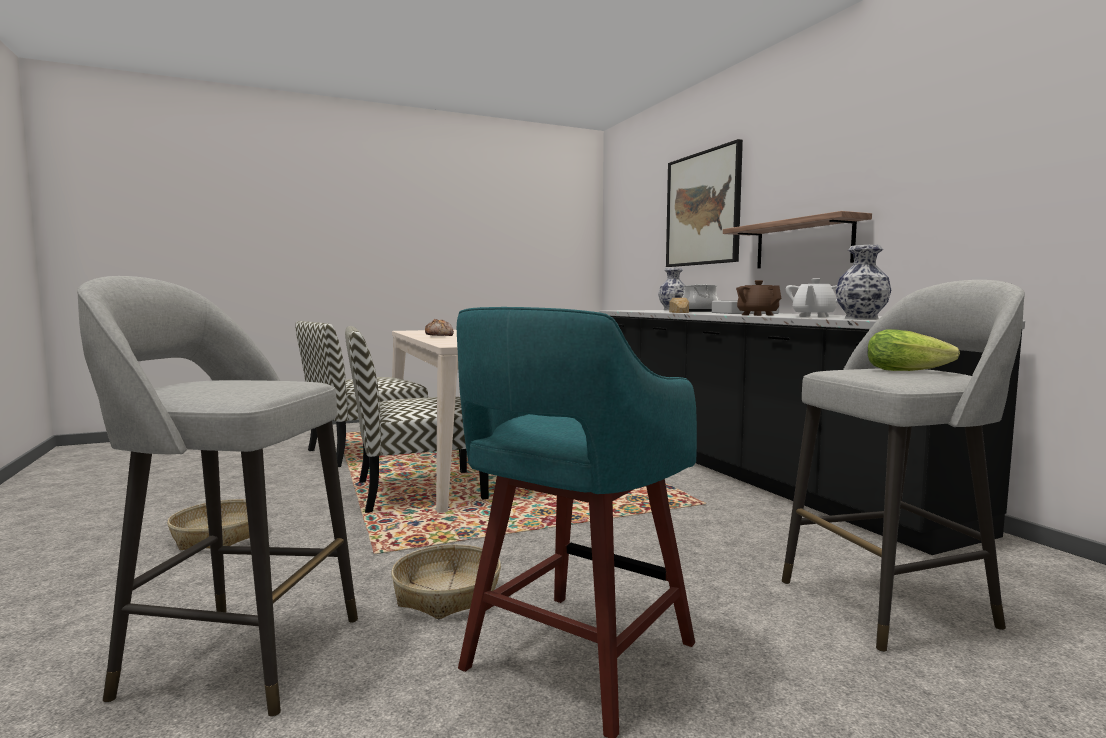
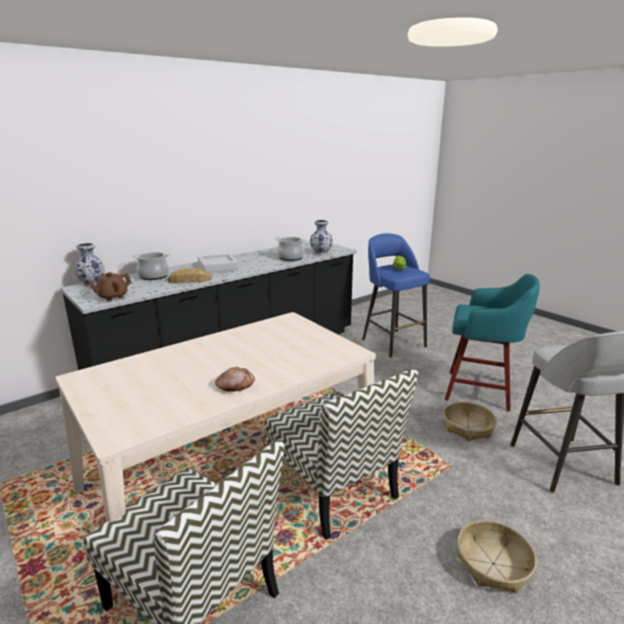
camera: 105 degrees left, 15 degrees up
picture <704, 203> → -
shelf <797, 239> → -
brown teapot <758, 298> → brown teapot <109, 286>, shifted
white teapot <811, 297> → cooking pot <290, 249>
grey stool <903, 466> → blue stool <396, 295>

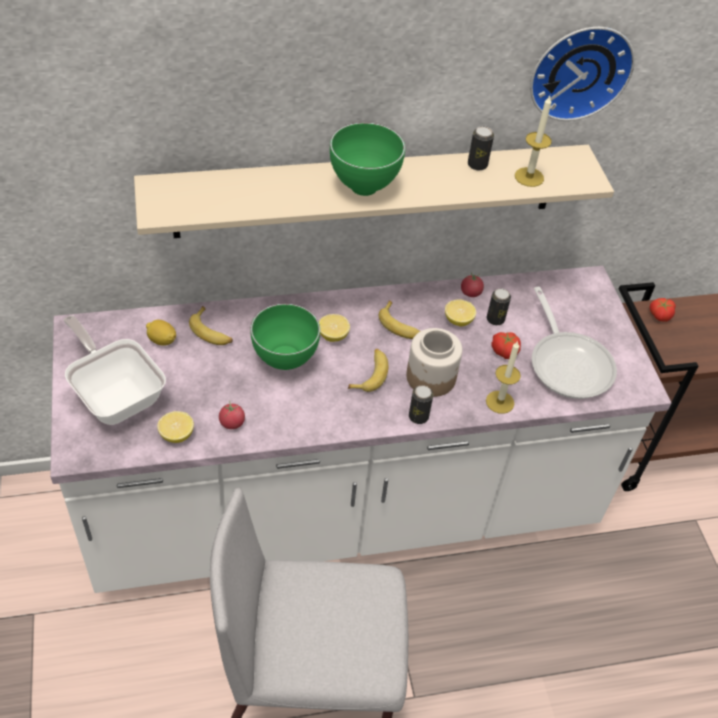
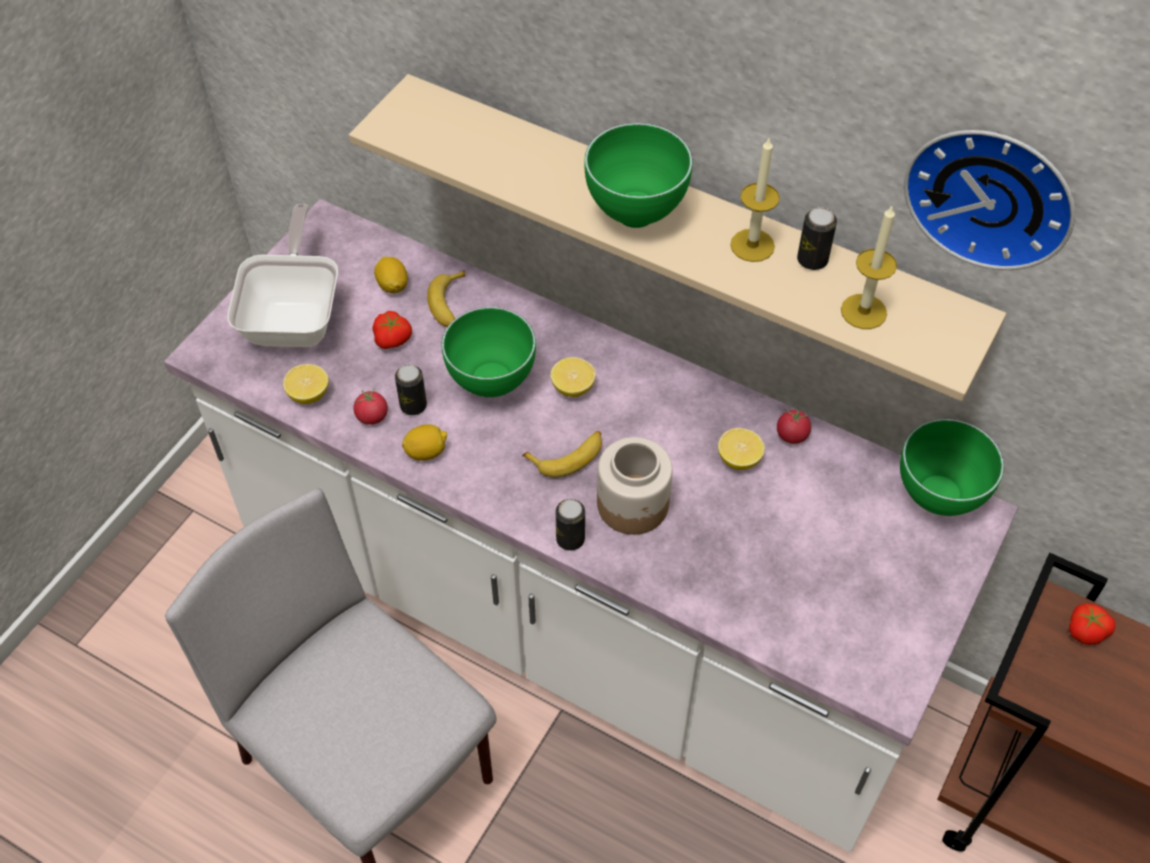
camera: 45 degrees right, 5 degrees up
banana <399, 319> → -
frying pan <574, 343> → -
- → lemon <424, 442>
- → green bowl <952, 467>
candle <503, 377> → candle <755, 200>, shifted
can <499, 306> → can <411, 390>, shifted
tomato <506, 345> → tomato <392, 330>, shifted

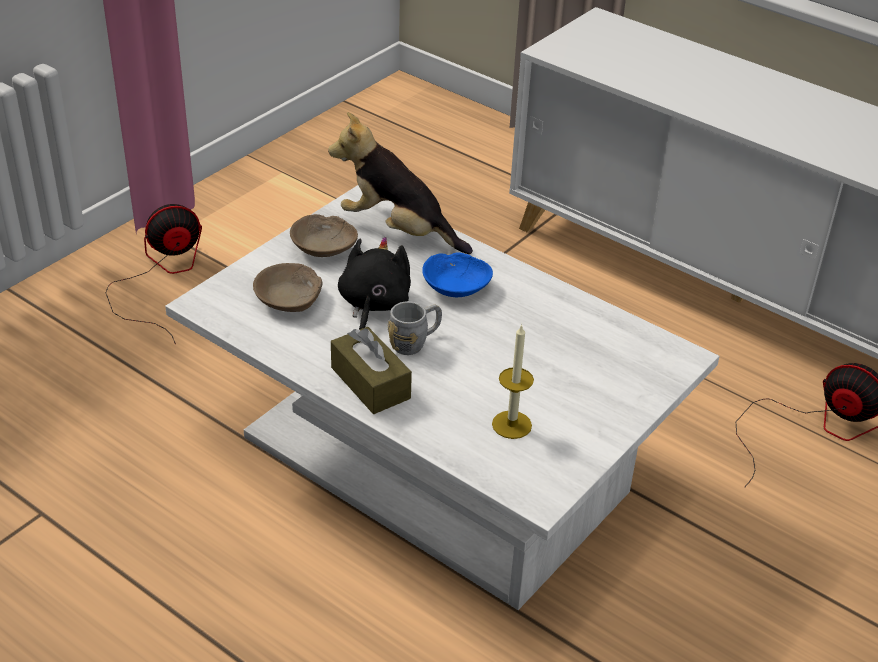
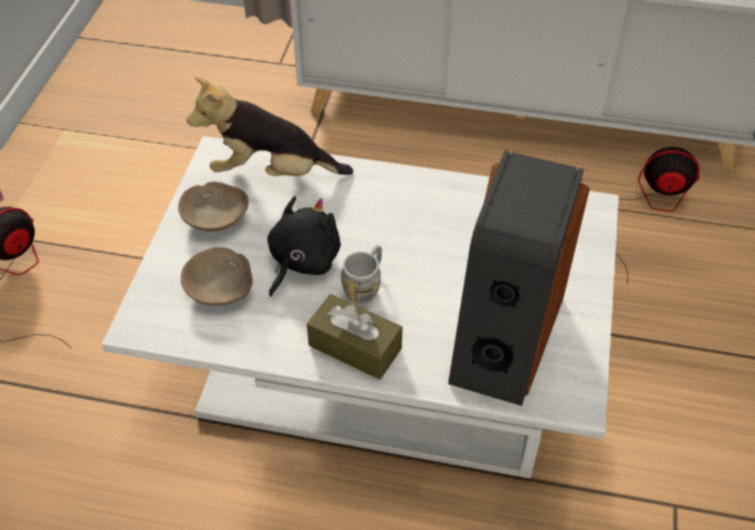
camera: 25 degrees left, 10 degrees up
blue bowl <457, 275> → -
candle <513, 381> → speaker <519, 278>
black plush toy <374, 283> → black plush toy <304, 246>, 45 degrees clockwise

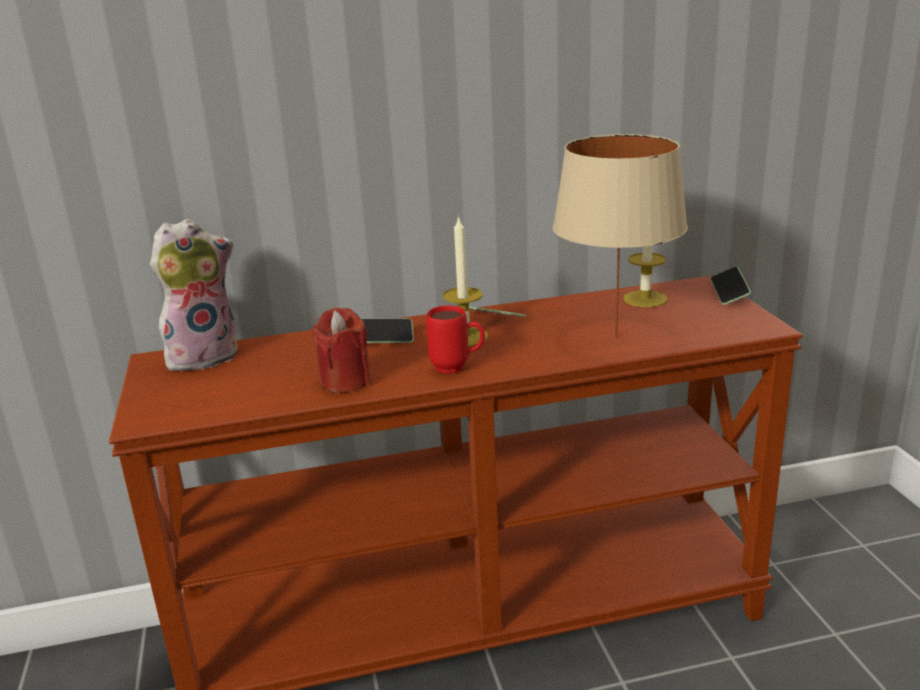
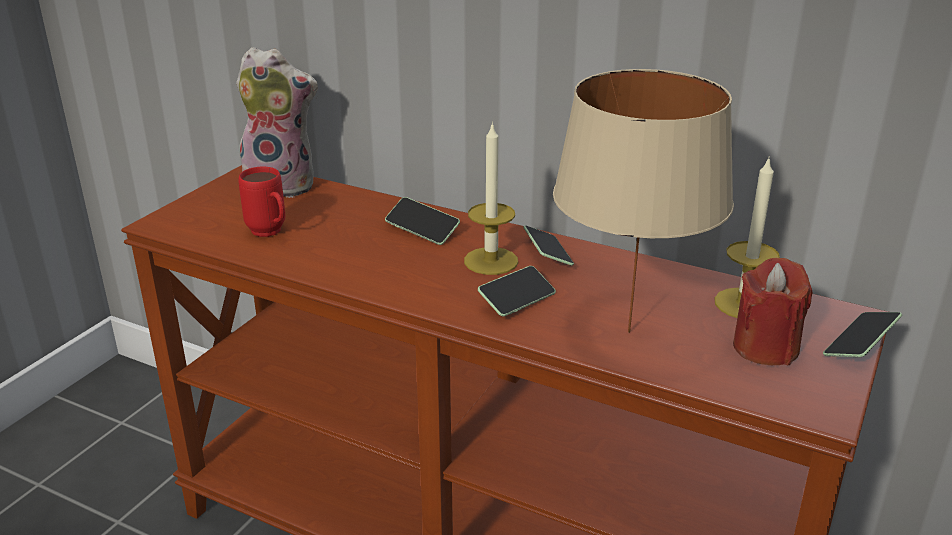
camera: 40 degrees right, 5 degrees up
- → phone <517, 291>
red candle <341, 350> → red candle <772, 311>, shifted
red mug <455, 339> → red mug <261, 202>, shifted

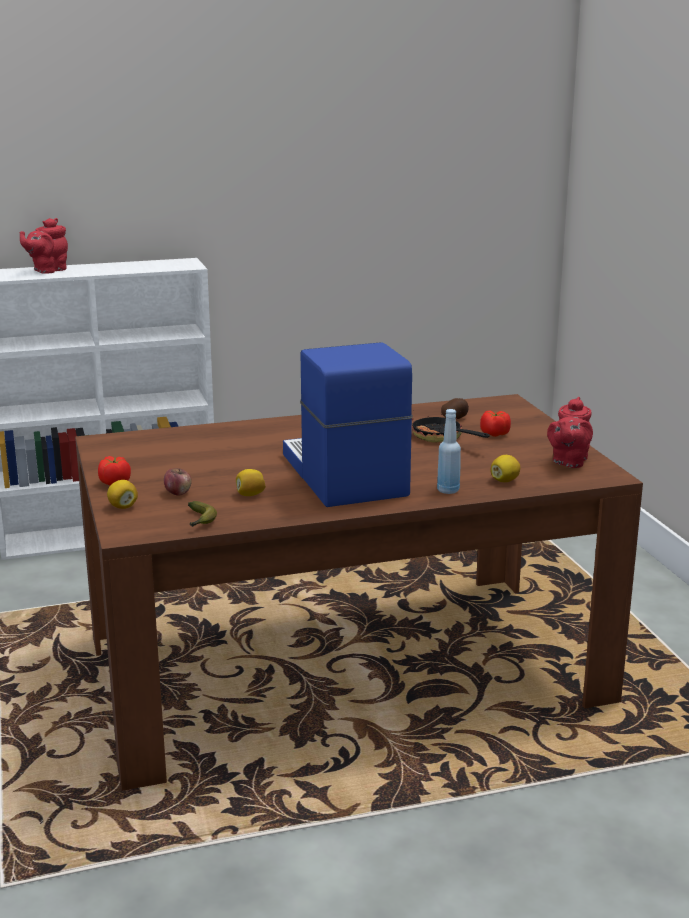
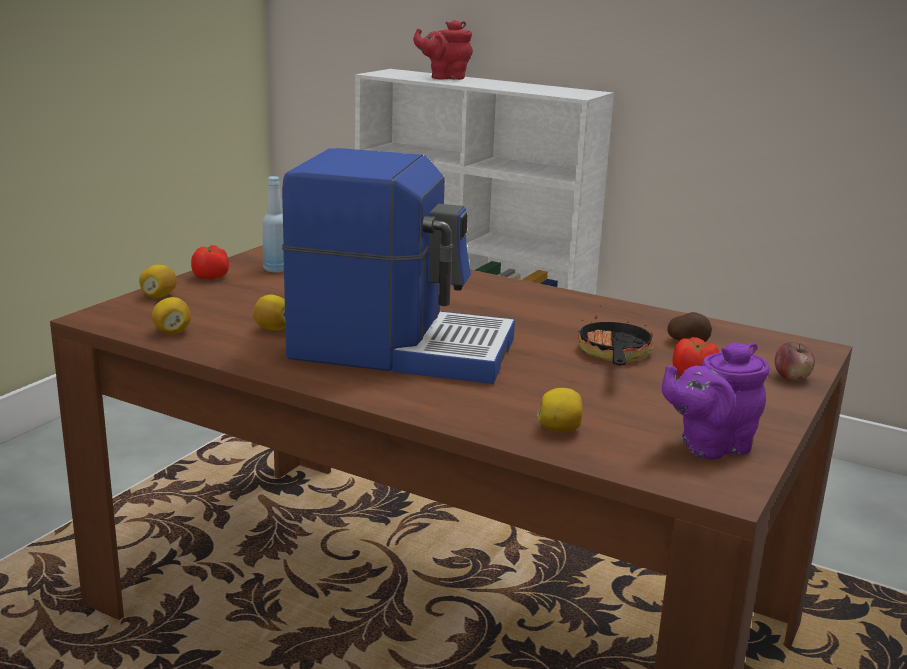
camera: 45 degrees right, 0 degrees up
apple <178, 482> → apple <795, 361>, shifted
blue bottle <449, 451> → blue bottle <273, 224>, shifted
banana <202, 514> → lemon <171, 315>
red teapot <570, 432> → purple teapot <716, 401>
coffee machine <348, 424> → coffee machine <398, 266>, 75 degrees clockwise

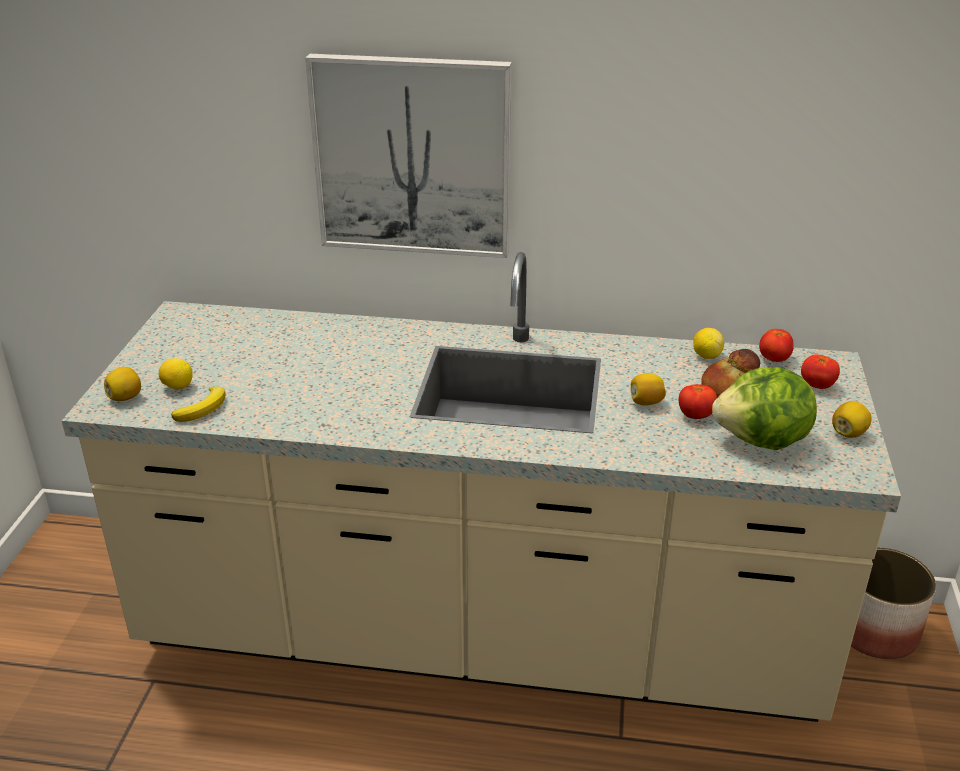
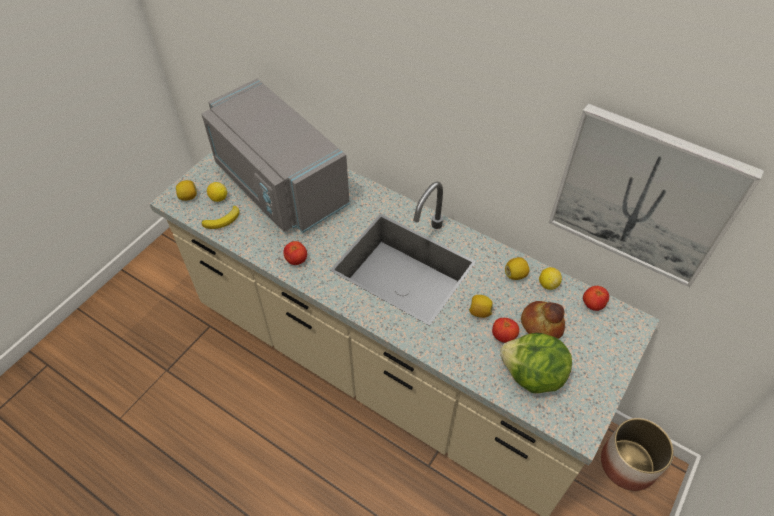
camera: 25 degrees right, 20 degrees up
- → grey microwave <275, 156>
picture <408, 156> → picture <656, 195>, shifted
tomato <820, 371> → tomato <295, 253>, shifted
lemon <852, 419> → lemon <517, 268>, shifted

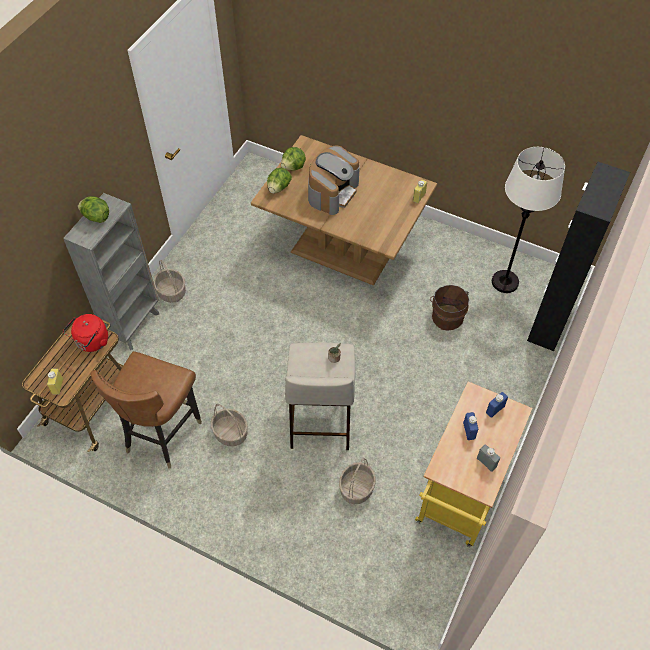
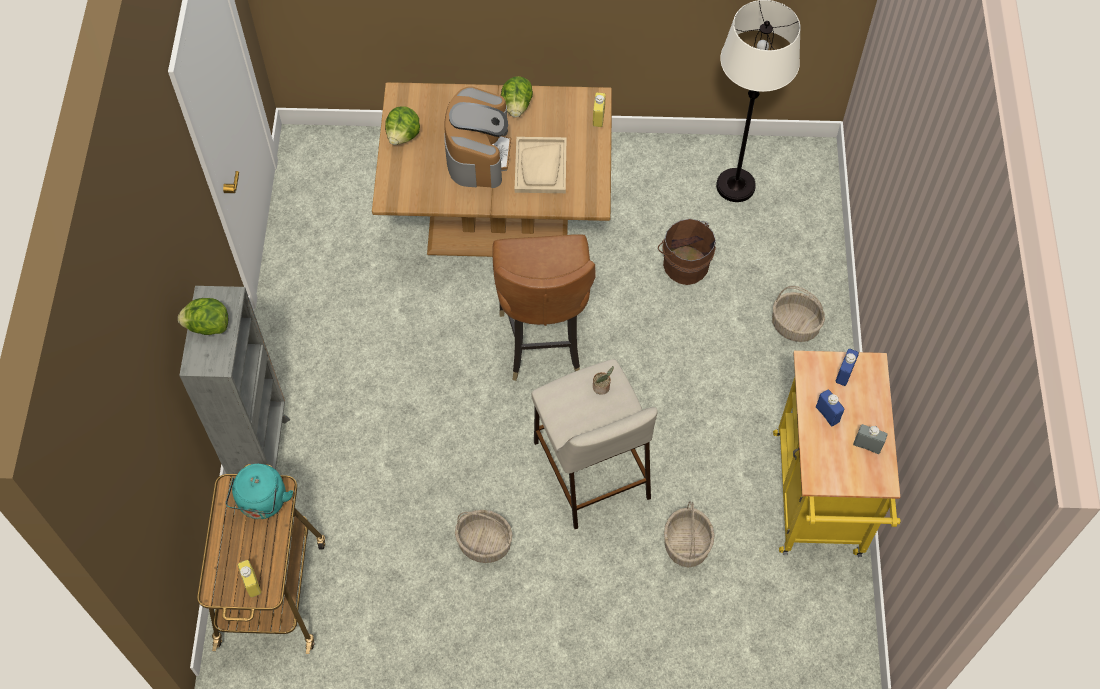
camera: 25 degrees left, 5 degrees up
black cabinet <578, 256> → -
- → beige tray <541, 165>
brown chair <146, 410> → brown chair <543, 307>, shifted
basket <169, 281> → basket <798, 314>, shifted
lettuce <279, 181> → lettuce <517, 96>, shifted
red kettle <85, 333> → turquoise kettle <259, 491>

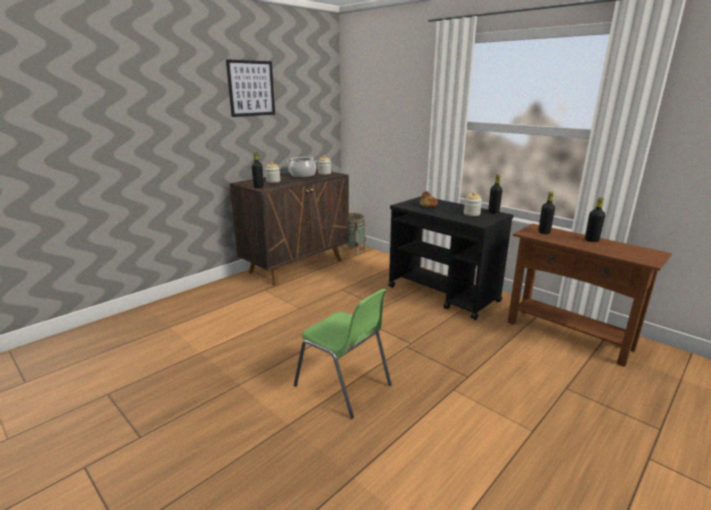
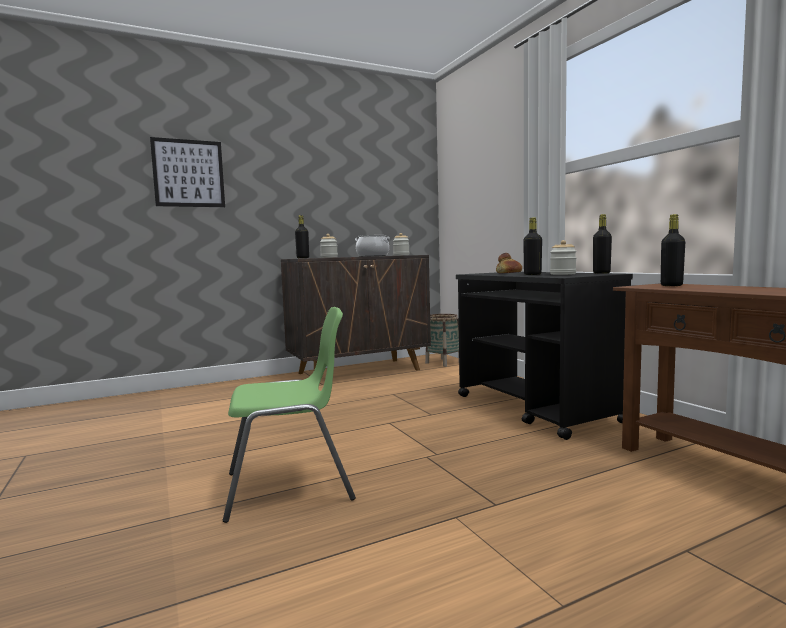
camera: 20 degrees right, 15 degrees down
picture <250, 88> → picture <187, 172>, shifted
black bottle <595, 219> → black bottle <532, 246>, shifted
green chair <343, 354> → green chair <289, 415>, 75 degrees counterclockwise

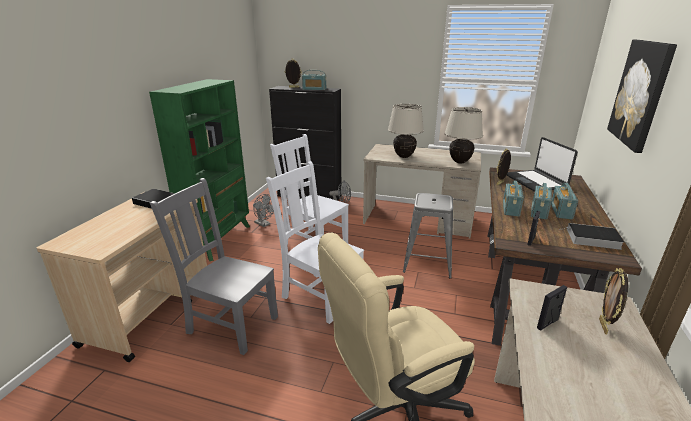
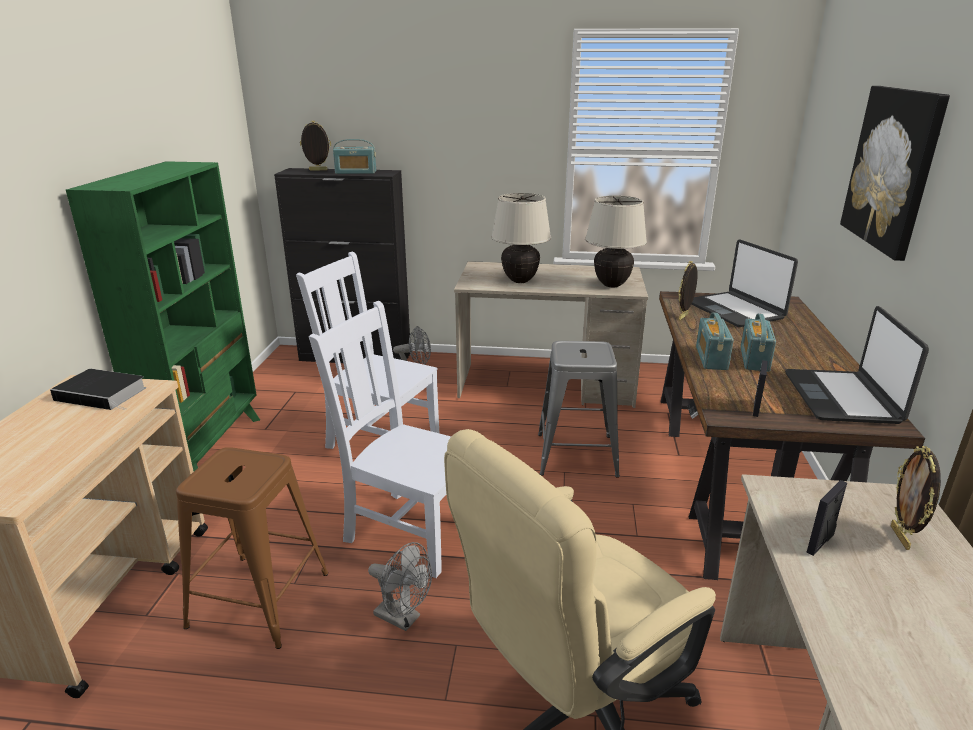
camera: 10 degrees left, 0 degrees up
radio <564, 201> → -
grey fan <263, 210> → grey fan <400, 586>, shifted
grey chair <214, 266> → brown stool <252, 548>
book <591, 236> → laptop <857, 365>

